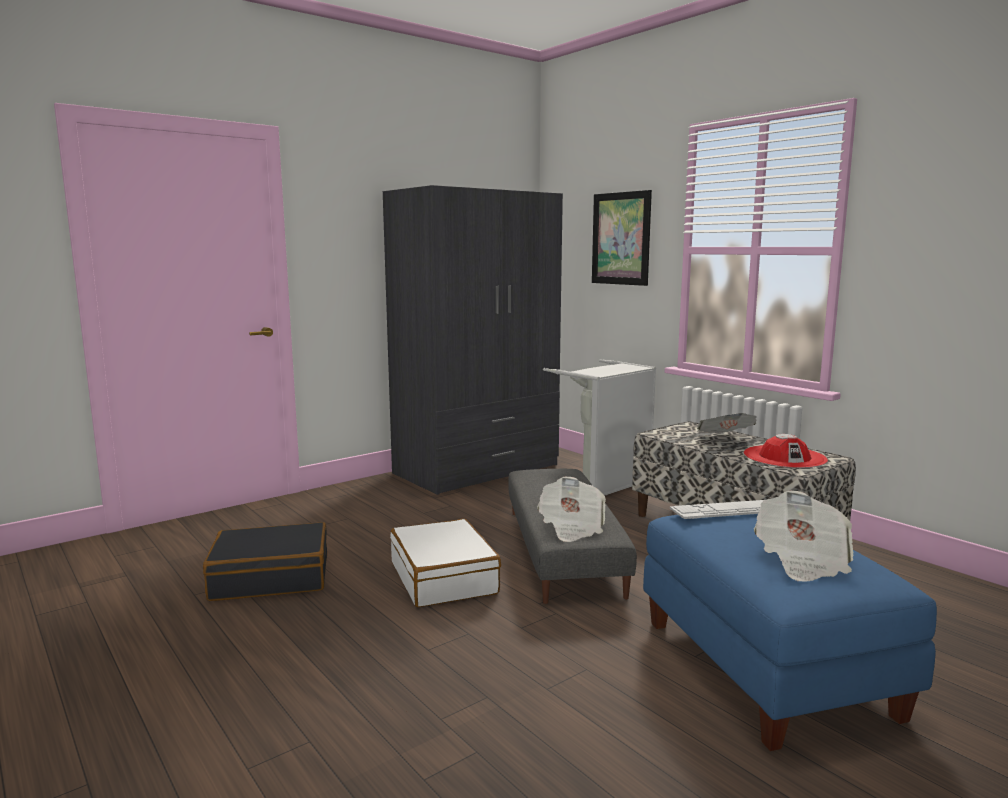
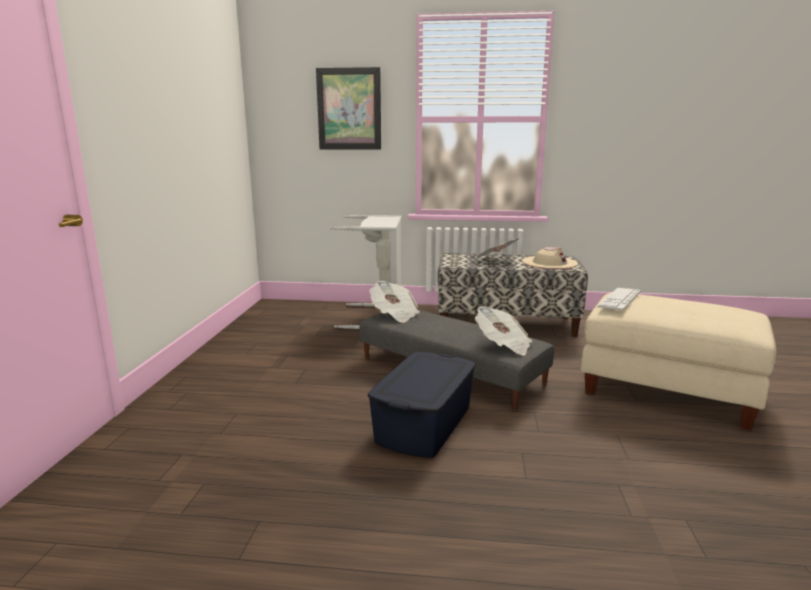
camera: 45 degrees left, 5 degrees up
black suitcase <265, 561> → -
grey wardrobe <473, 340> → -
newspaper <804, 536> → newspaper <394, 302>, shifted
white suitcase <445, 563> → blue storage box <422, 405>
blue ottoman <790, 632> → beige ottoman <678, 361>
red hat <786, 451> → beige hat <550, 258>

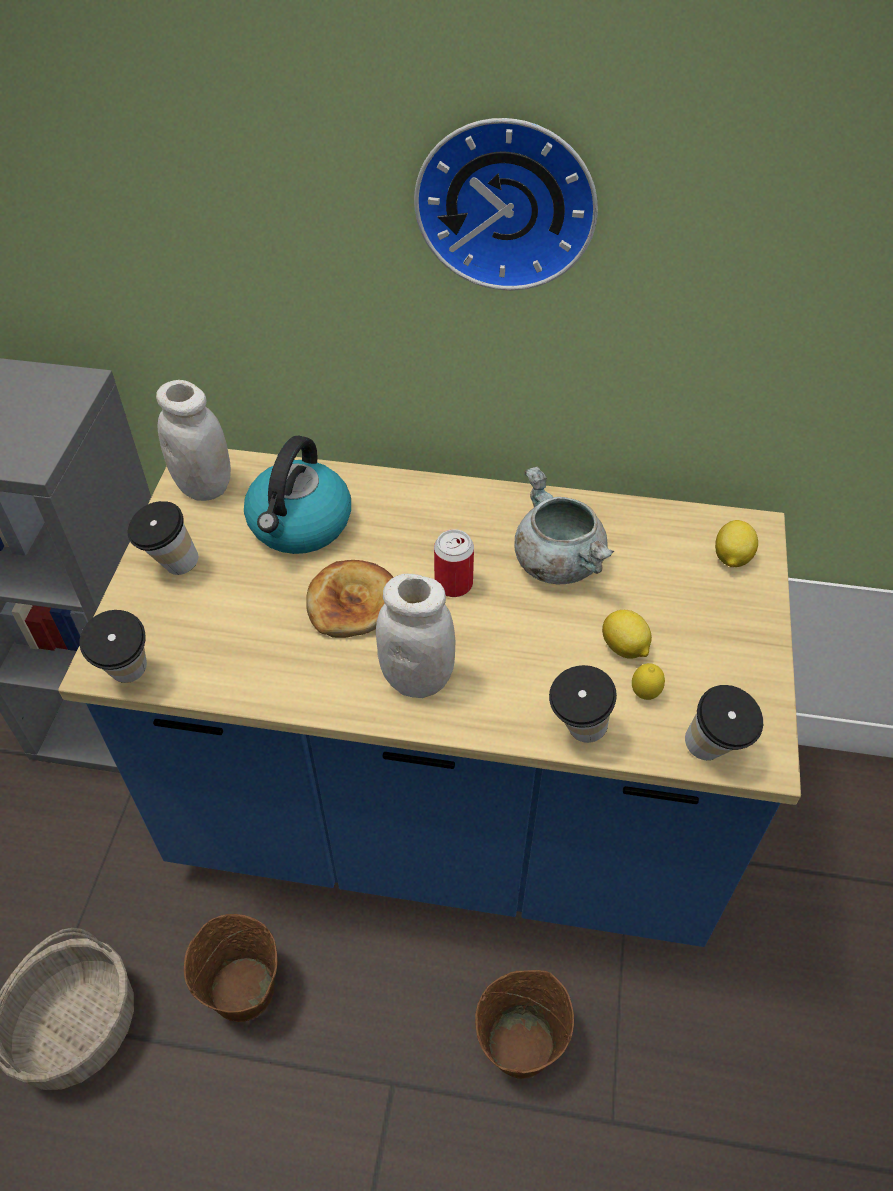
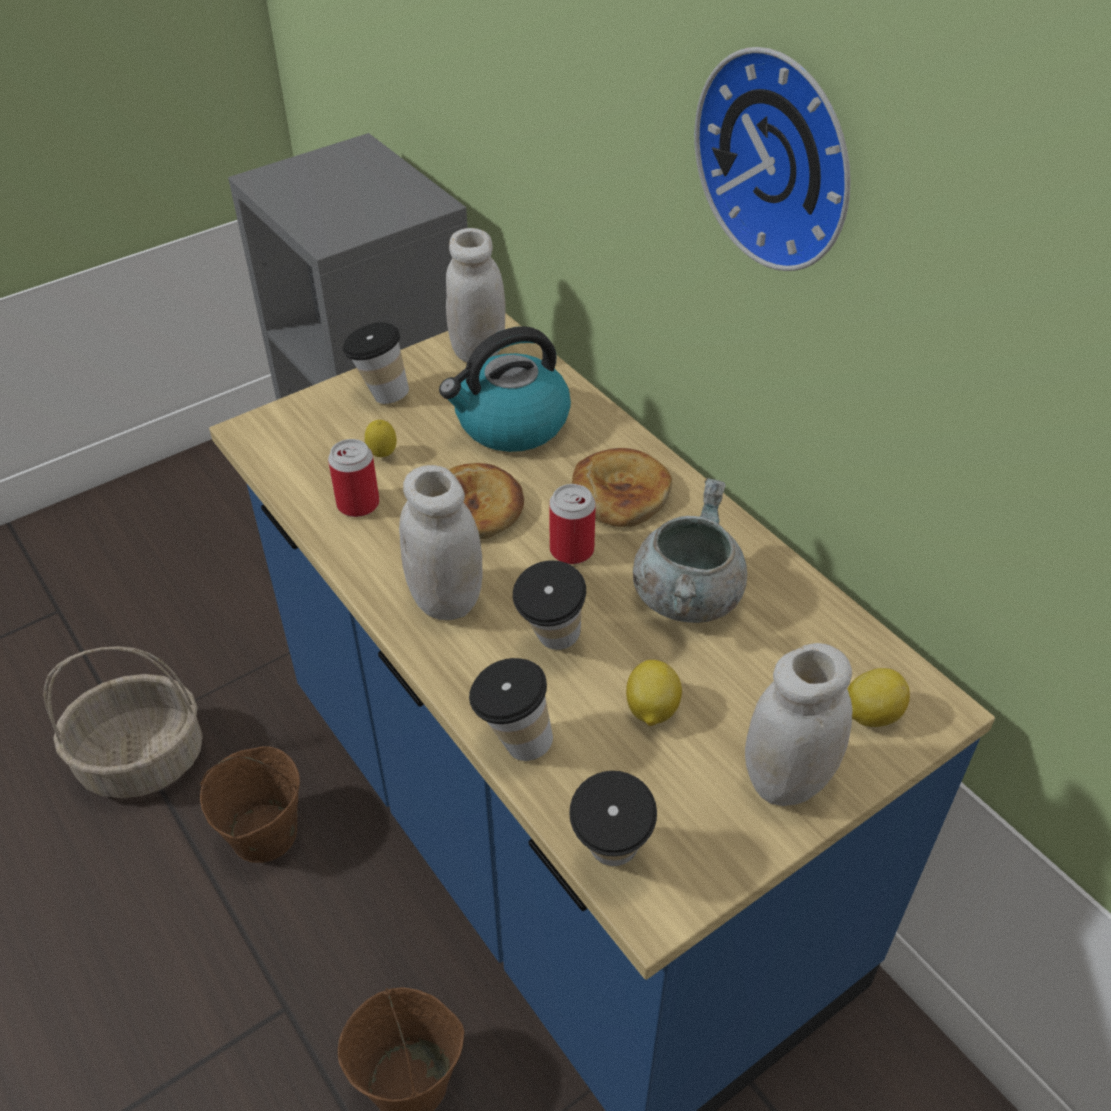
camera: 45 degrees right, 5 degrees down
- → can <353, 478>
- → bread <621, 487>
- → white jar <799, 724>
cup <113, 646> → cup <549, 605>, shifted
lemon <648, 681> → lemon <381, 438>, shifted

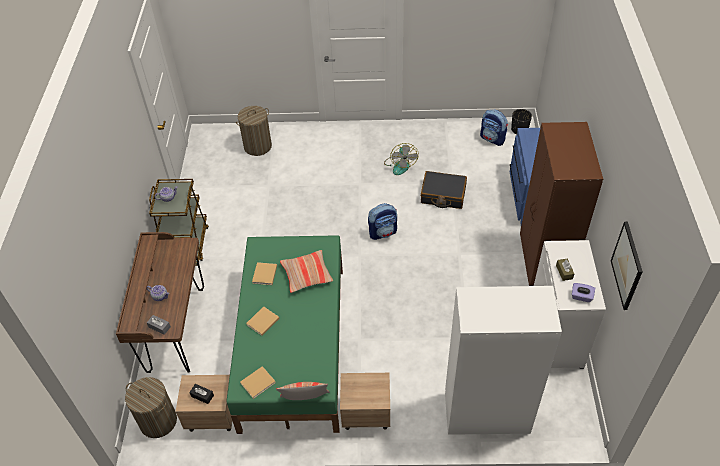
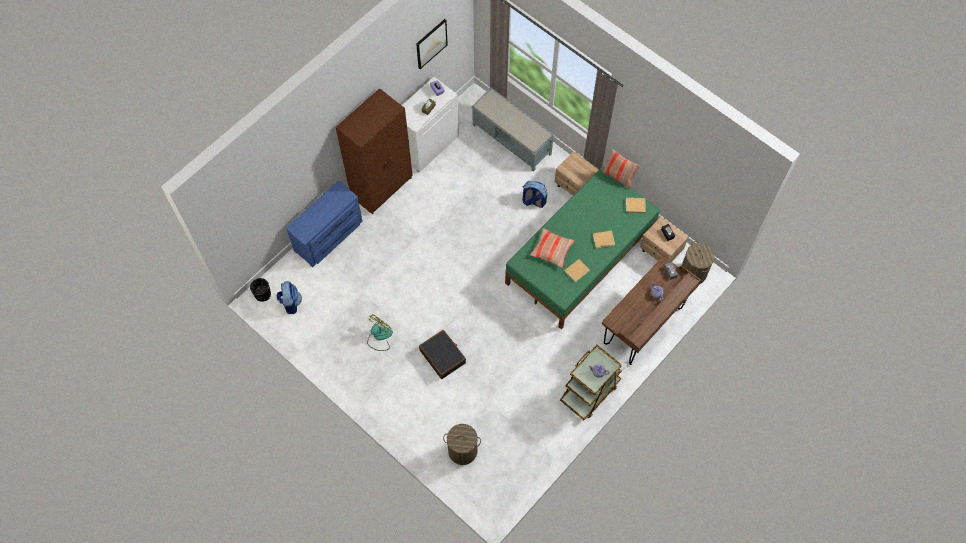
camera: 140 degrees left, 15 degrees up
backpack <382, 221> → backpack <534, 194>, shifted
black suitcase <444, 190> → black suitcase <442, 354>, shifted
white wardrobe <503, 360> → grey bench <513, 130>

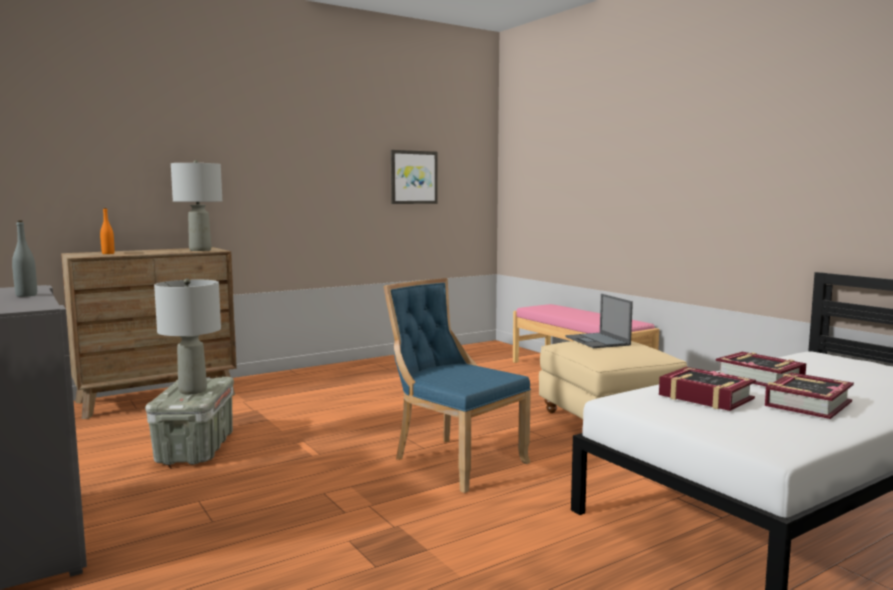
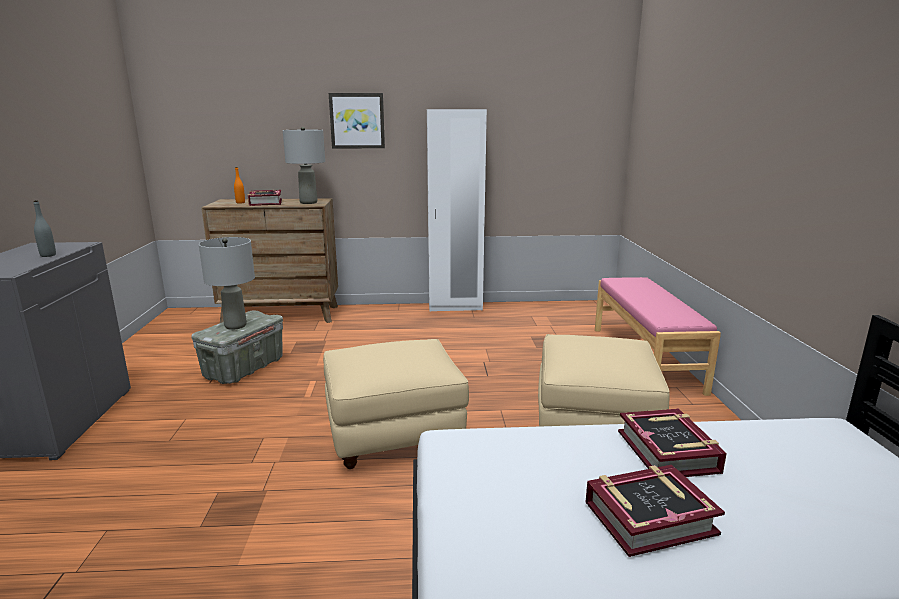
camera: 30 degrees right, 10 degrees up
laptop <599, 321> → -
- → white wardrobe <457, 210>
picture <414, 177> → picture <357, 120>, shifted
book <707, 389> → book <265, 198>, shifted
blue chair <457, 385> → beige ottoman <396, 404>

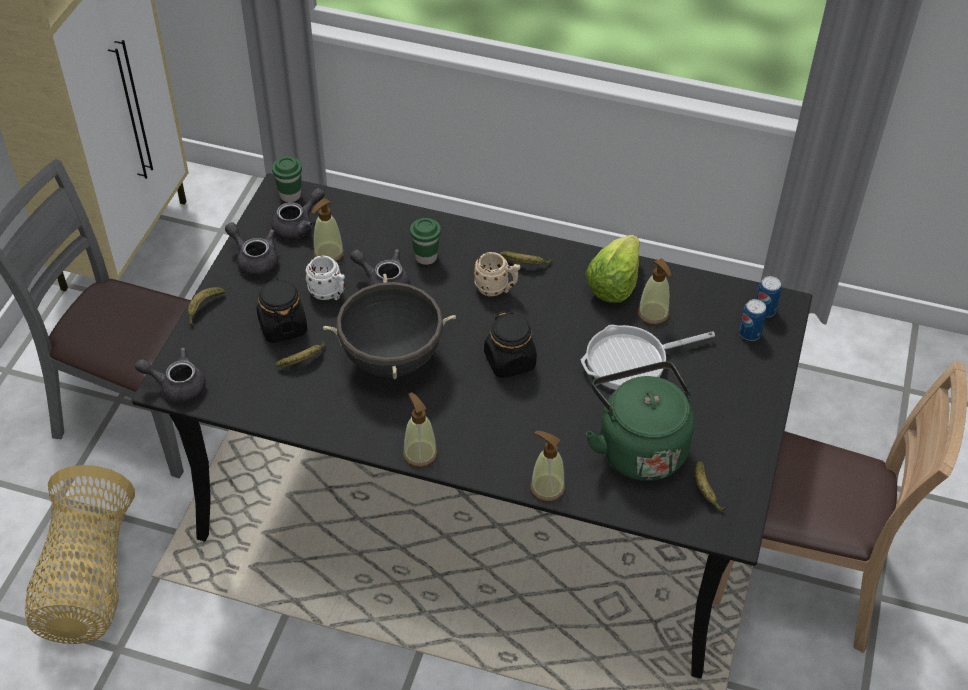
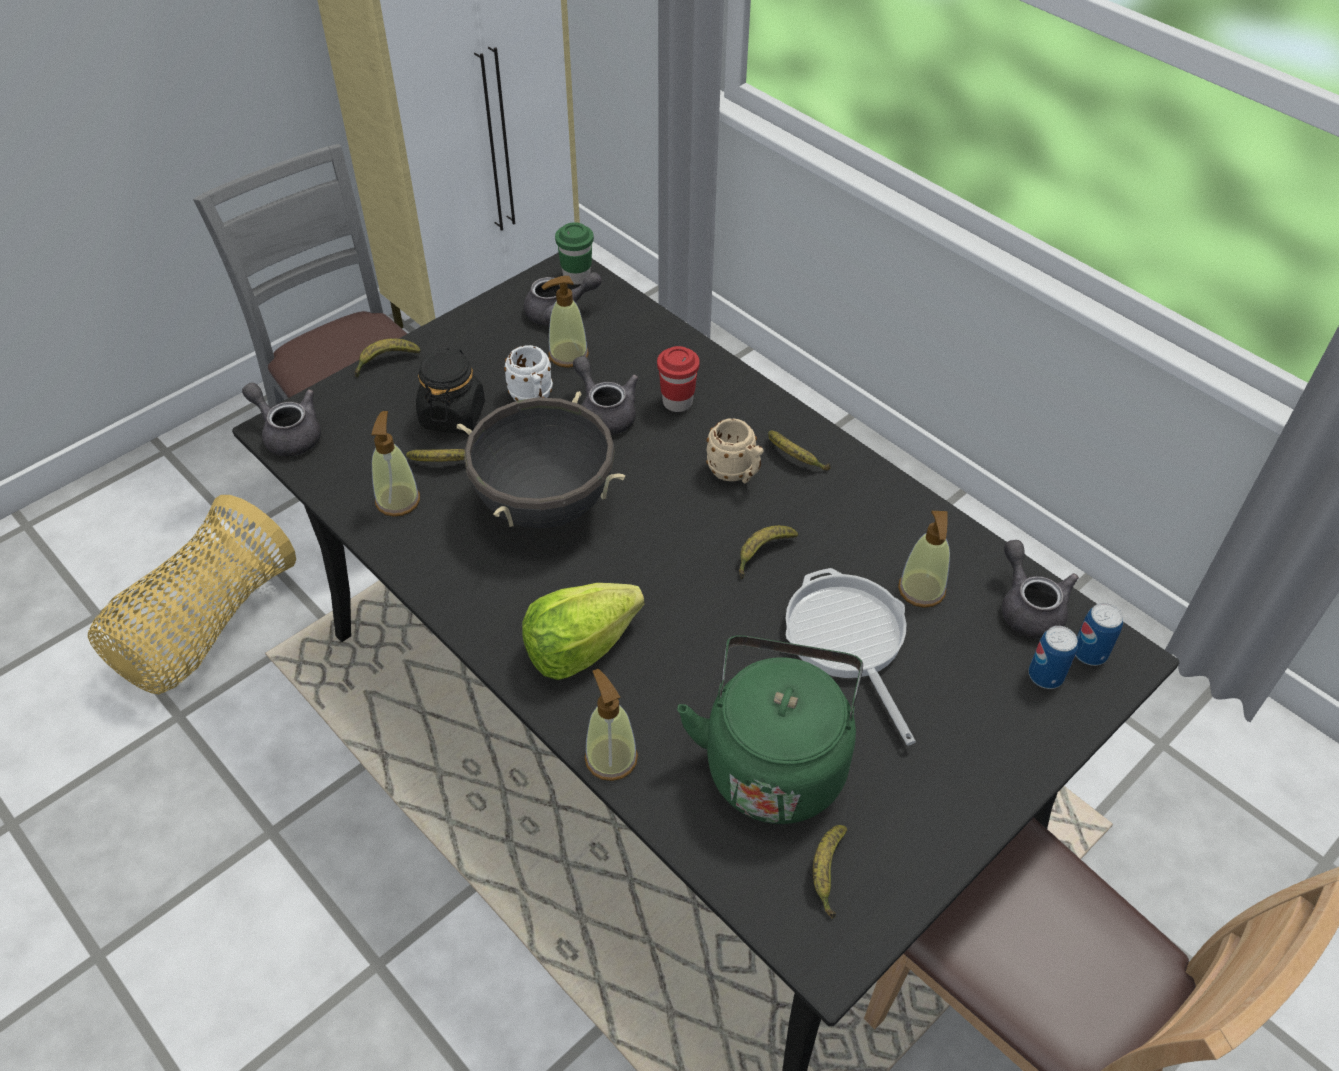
camera: 30 degrees right, 0 degrees up
black jar <510, 344> → -
- → banana <768, 552>
grey teapot <251, 249> → grey teapot <1040, 589>, shifted
soap dispenser <420, 429> → soap dispenser <395, 464>, shifted
lettuce <612, 269> → lettuce <583, 631>, shifted
green cup <425, 241> → red cup <678, 379>
frying pan <648, 357> → frying pan <850, 656>, 60 degrees clockwise

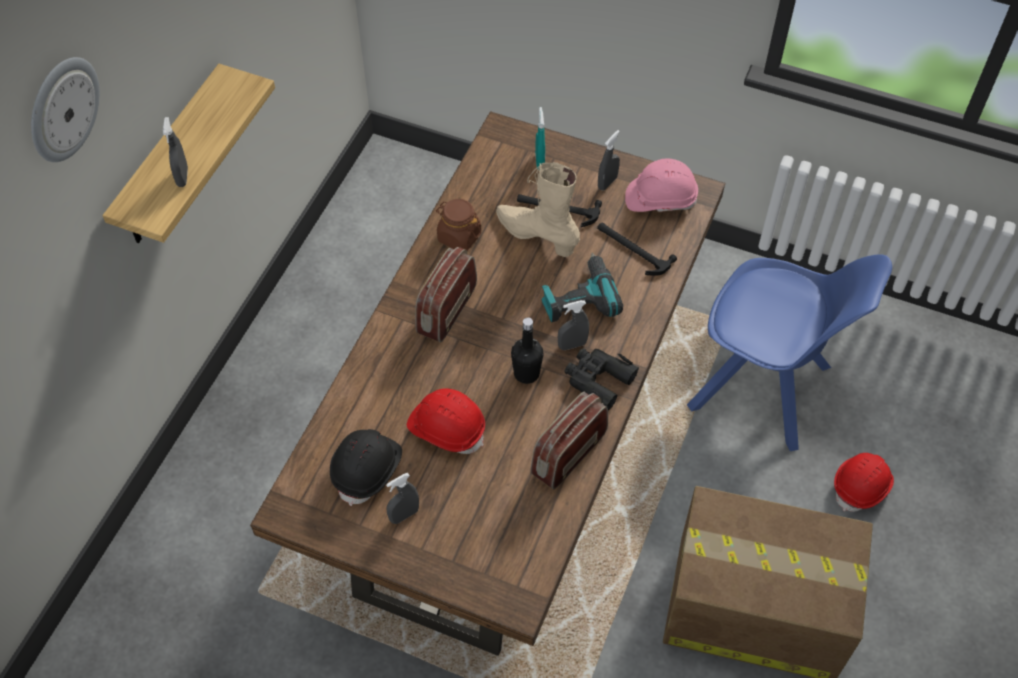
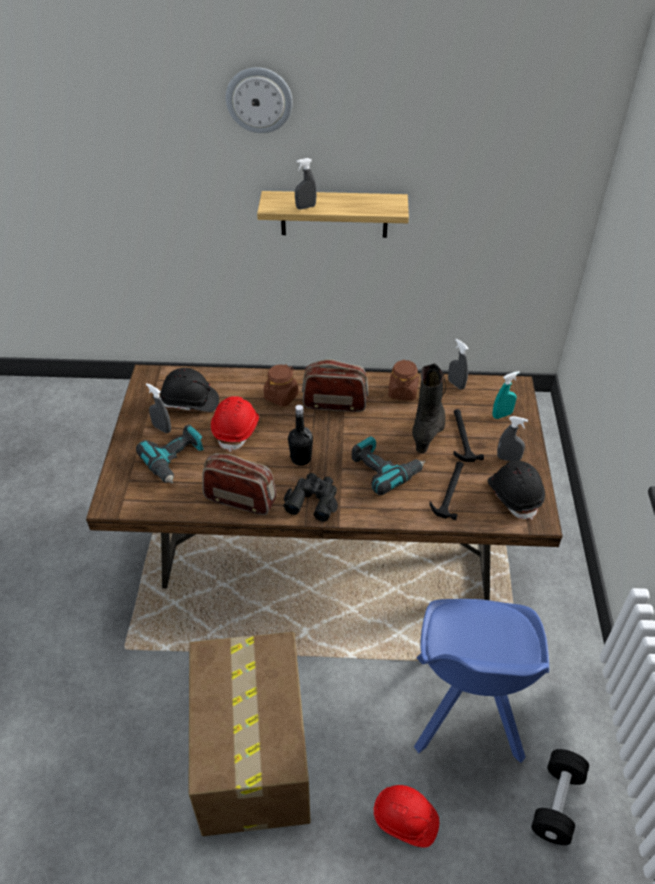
camera: 70 degrees right, 10 degrees down
- → power drill <170, 453>
- → brown jar <281, 385>
- → black dumbbell <560, 797>
grey spray bottle <573, 325> → grey spray bottle <458, 364>, shifted
beige boot <538, 209> → black boot <429, 408>
pink hard hat <661, 185> → black hard hat <516, 490>

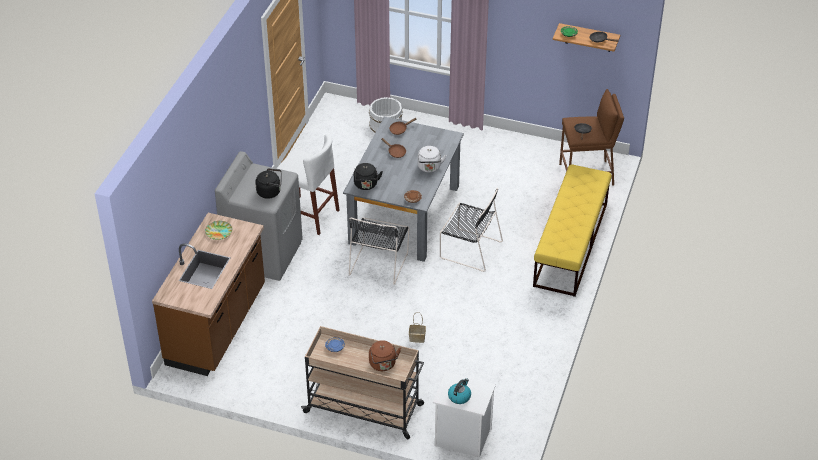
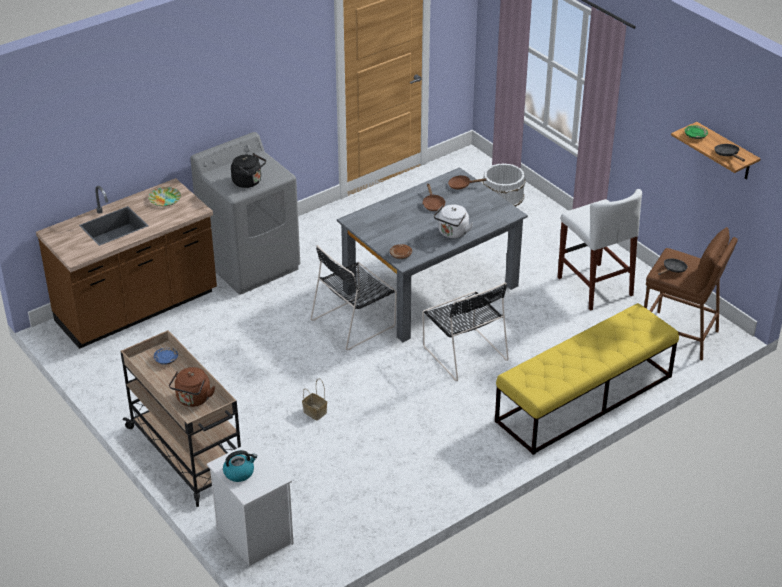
camera: 35 degrees right, 5 degrees down
black kettle <368, 176> → -
white stool <307, 184> → white stool <600, 250>, shifted

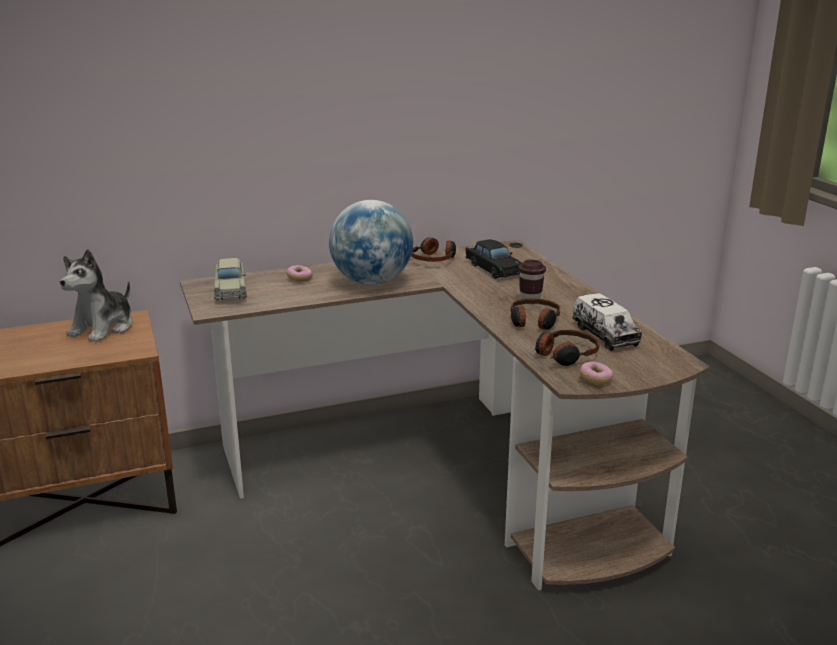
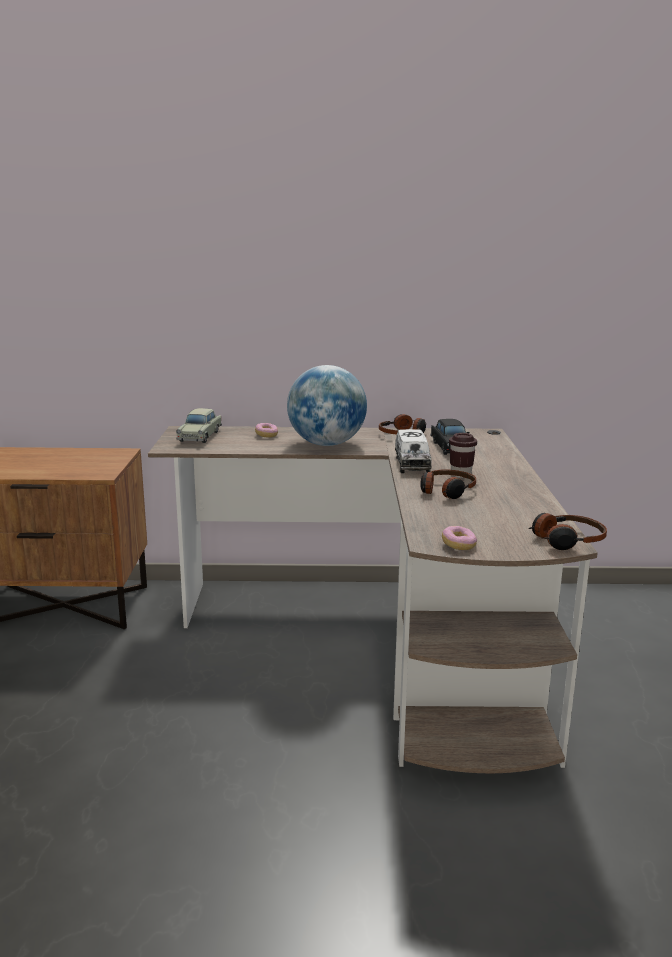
camera: 20 degrees right, 5 degrees down
plush toy <96, 295> → -
headphones <567, 348> → headphones <567, 531>, shifted
toy truck <607, 322> → toy truck <413, 451>, shifted

